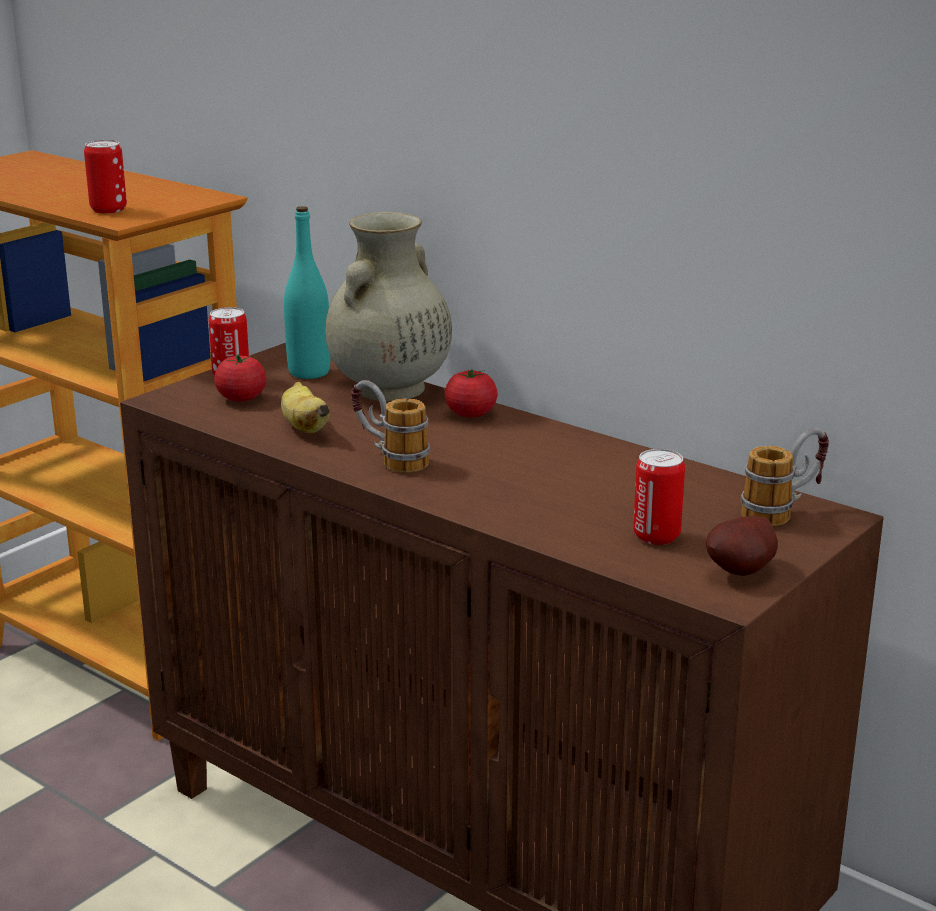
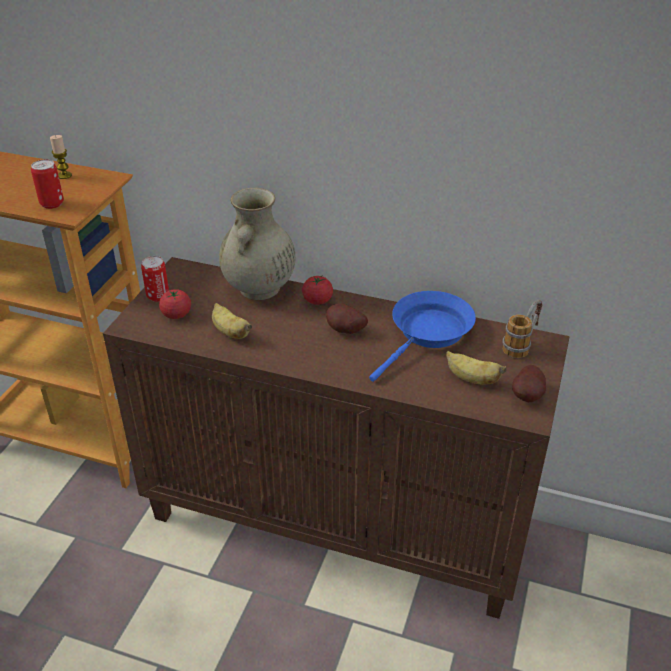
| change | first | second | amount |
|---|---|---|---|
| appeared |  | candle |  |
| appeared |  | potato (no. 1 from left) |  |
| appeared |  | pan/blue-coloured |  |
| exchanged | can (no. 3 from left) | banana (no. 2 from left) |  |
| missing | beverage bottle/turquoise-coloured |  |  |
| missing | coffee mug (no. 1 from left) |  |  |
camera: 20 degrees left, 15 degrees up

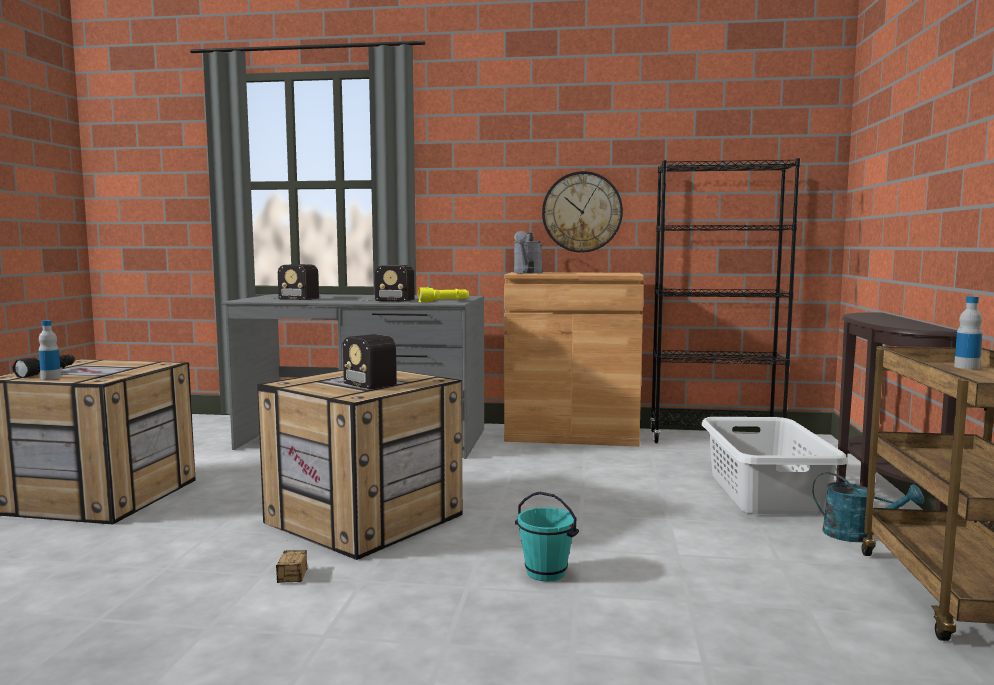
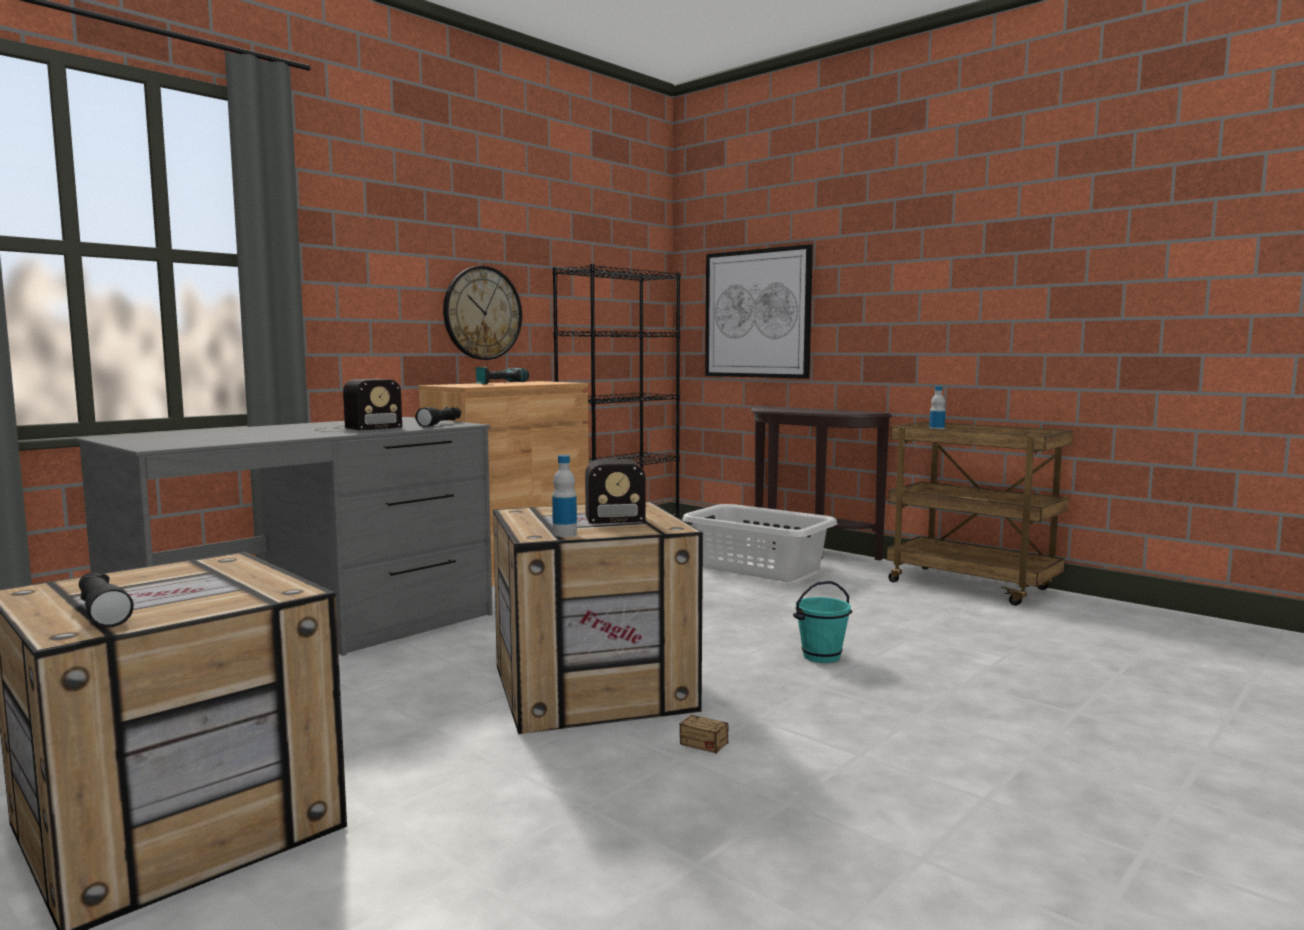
| change | first | second | amount |
|---|---|---|---|
| colour | hand torch/yellow | hand torch/black-coloured (no. 2 from left) |  |
| appeared |  | electric drill |  |
| relocated | beverage bottle (no. 1 from left) |  |  |
| appeared |  | wall picture |  |
| missing | radio receiver (no. 1 from left) |  |  |
| missing | watering can/grey |  |  |
| missing | watering can/turquoise-coloured |  |  |
camera: 55 degrees left, 0 degrees up

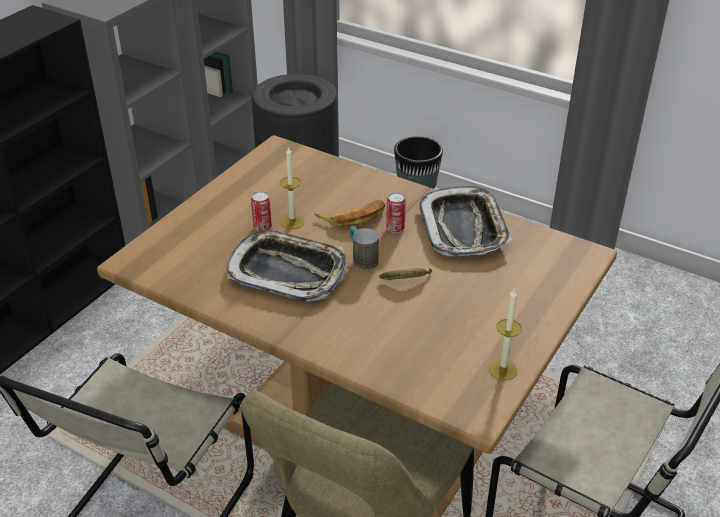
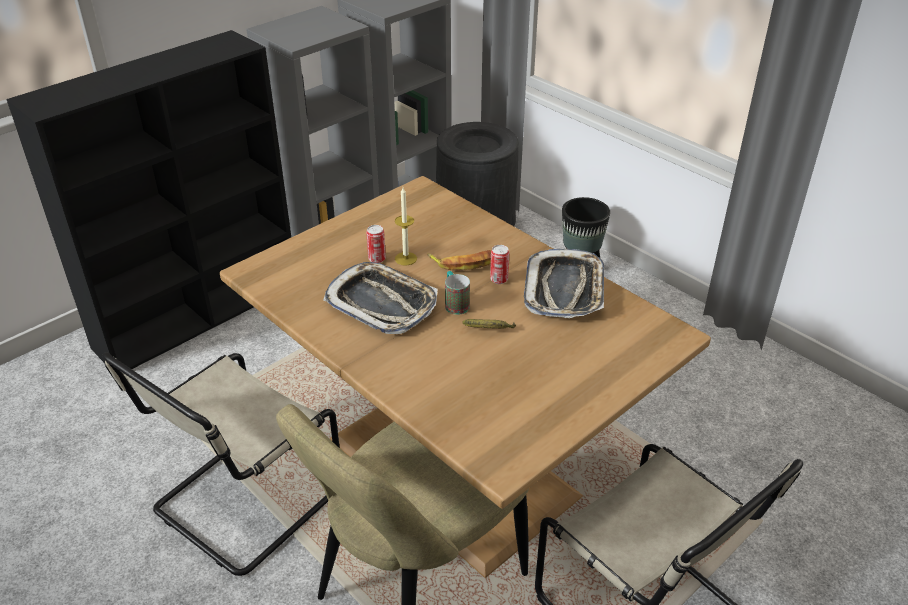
| change | first | second | amount |
|---|---|---|---|
| missing | candle (no. 2 from left) |  |  |
camera: 15 degrees right, 0 degrees up

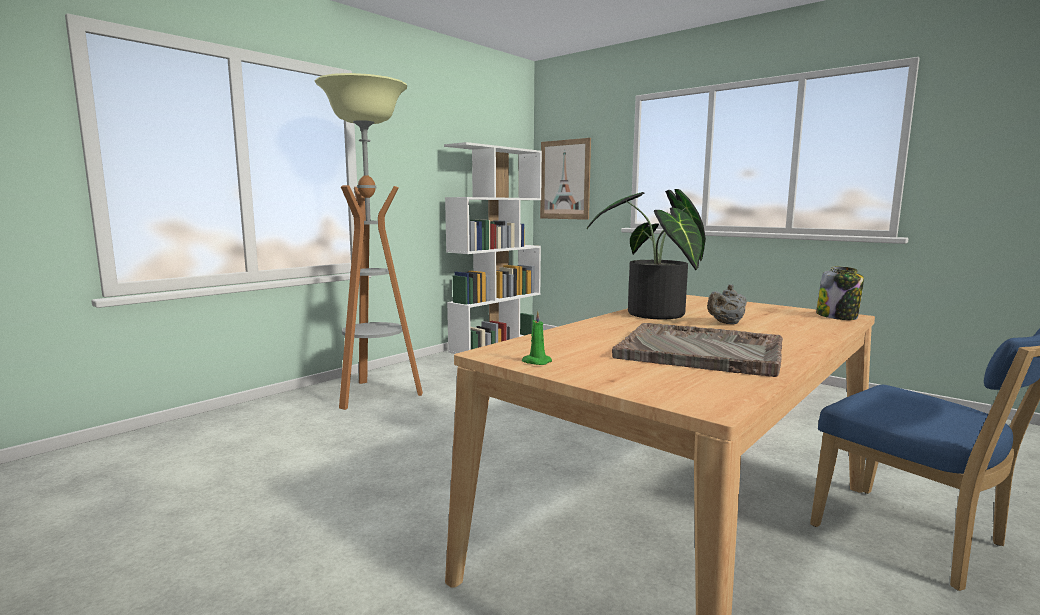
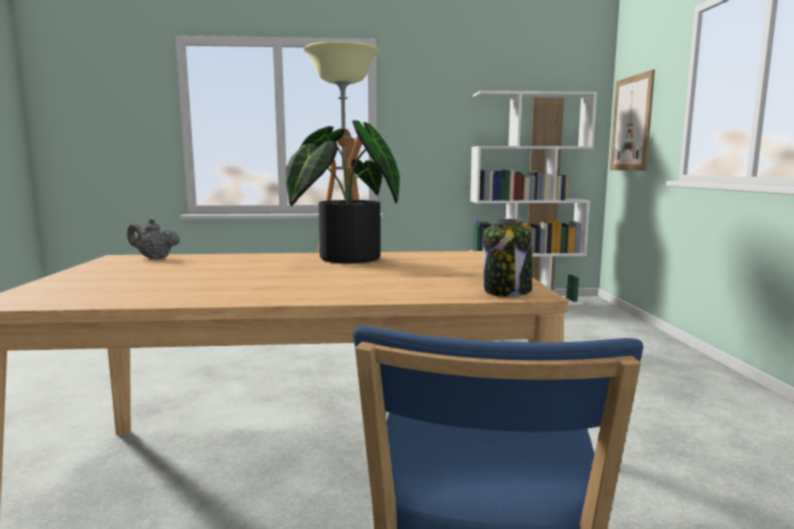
| change | first | second | amount |
|---|---|---|---|
| relocated | tea pot/grey |  |  |
| missing | candle/greenish |  |  |
| missing | tray/grey |  |  |
camera: 45 degrees right, 0 degrees up

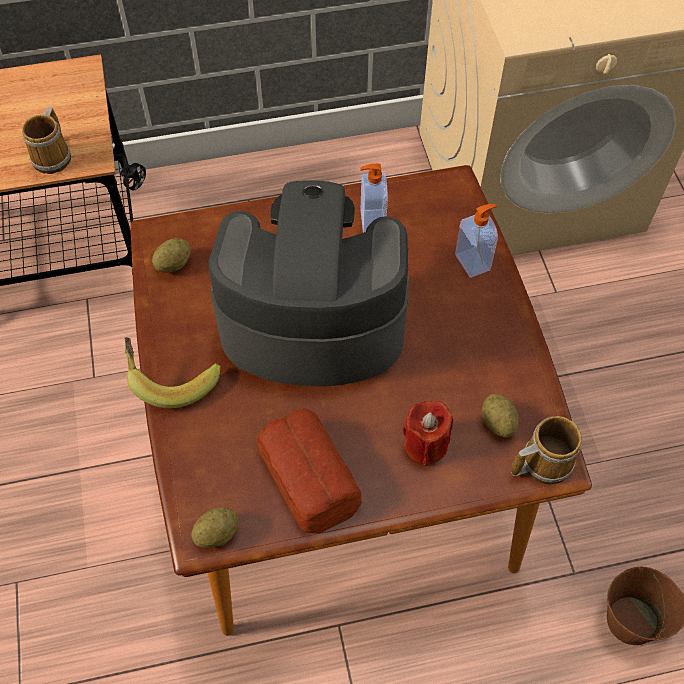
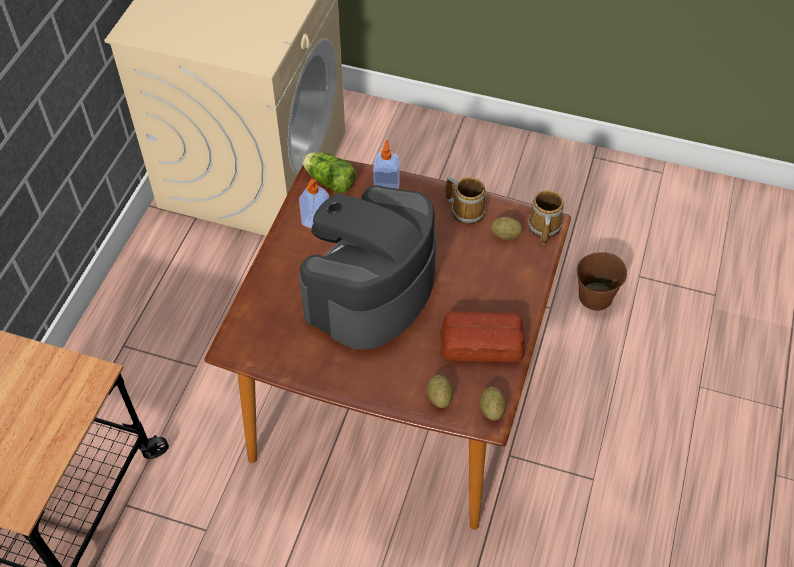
| change | first | second | amount |
|---|---|---|---|
| appeared |  | head of lettuce |  |
| relocated | potato (no. 1 from left) |  |  |
| relocated | coffee mug (no. 1 from left) |  |  |
| missing | banana |  |  |
| missing | candle/reddish |  |  |
camera: 60 degrees left, 5 degrees down

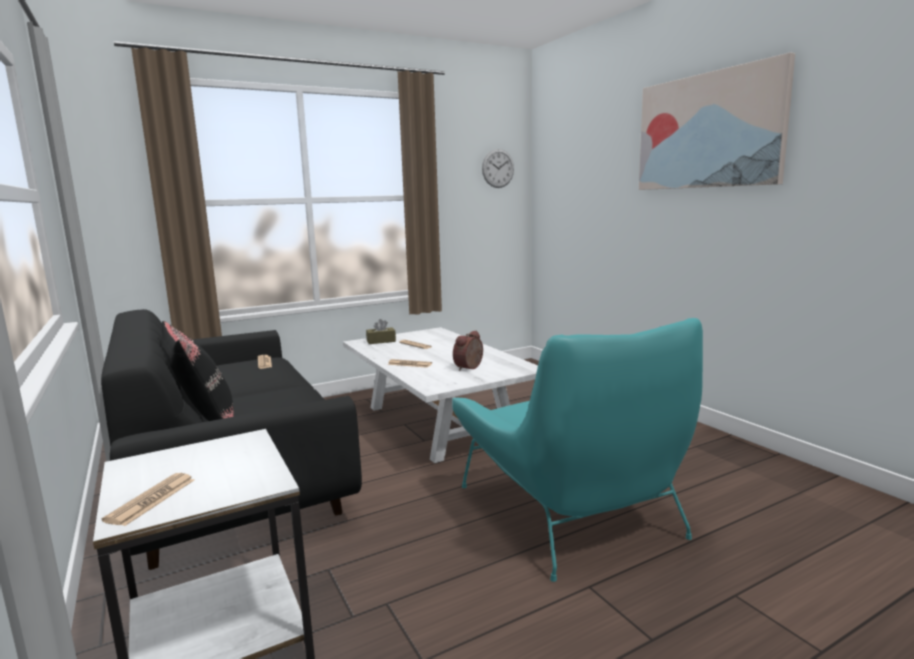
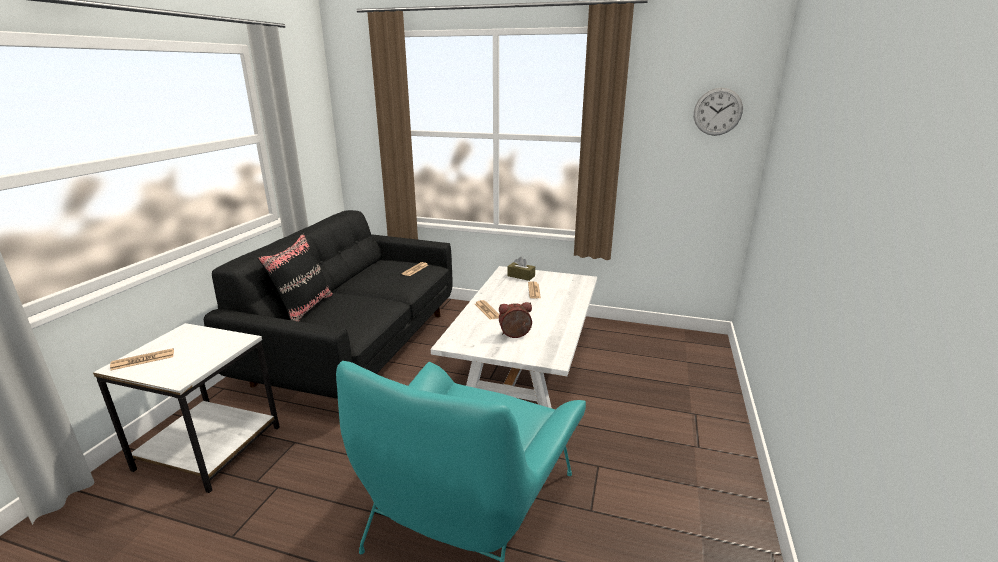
| change | first | second | amount |
|---|---|---|---|
| missing | wall picture |  |  |
camera: 45 degrees right, 10 degrees up

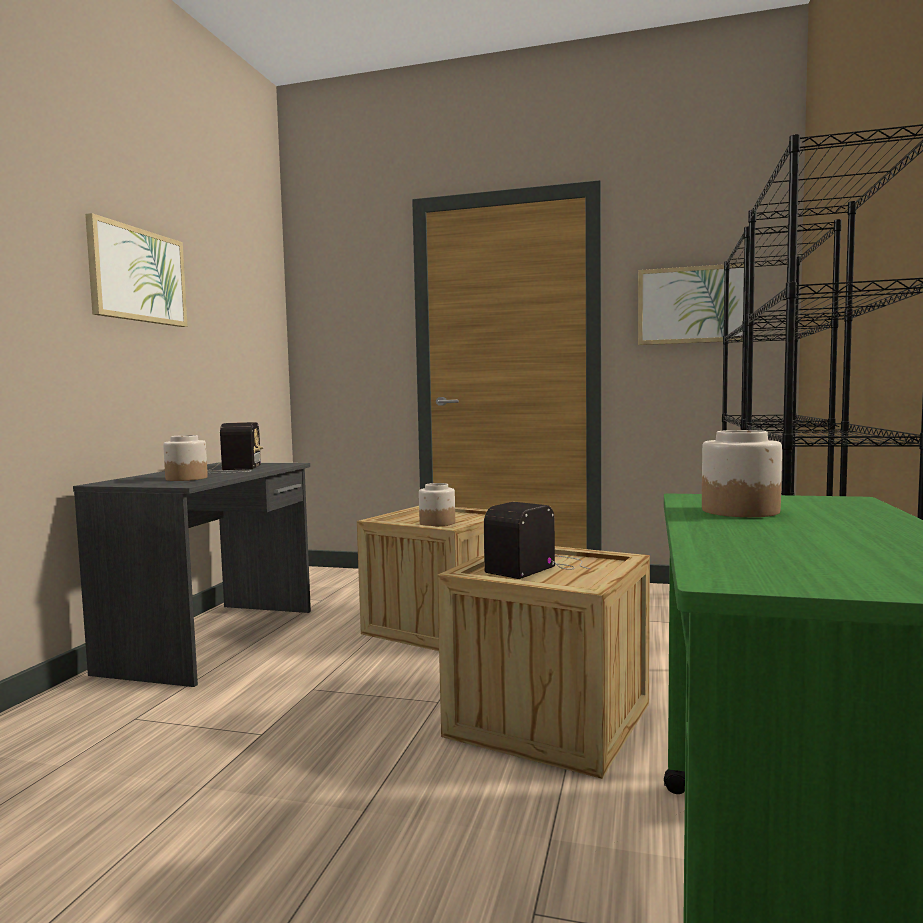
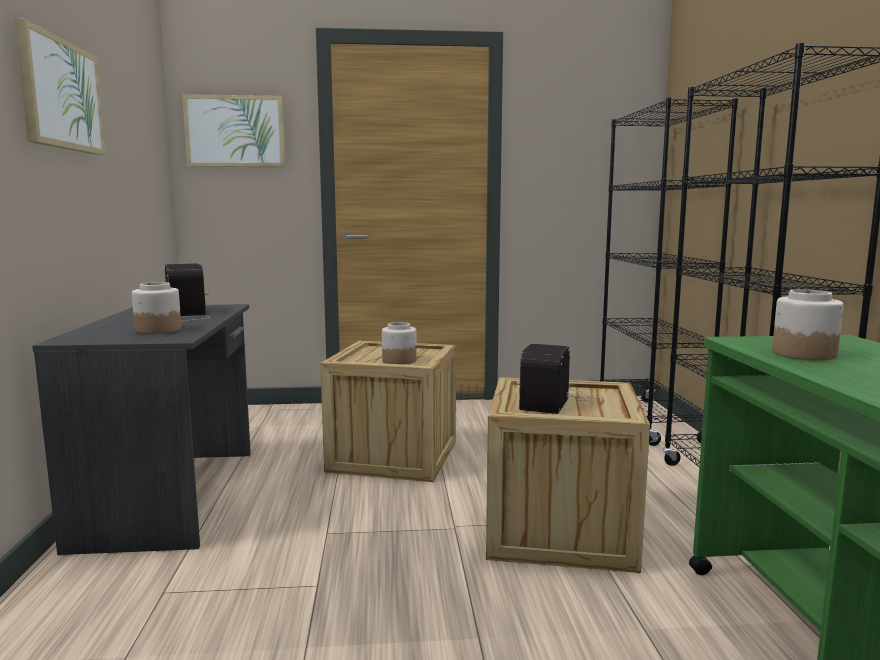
| change | first | second | amount |
|---|---|---|---|
| relocated | wall picture (no. 2 from left) |  |  |
camera: 20 degrees left, 5 degrees up

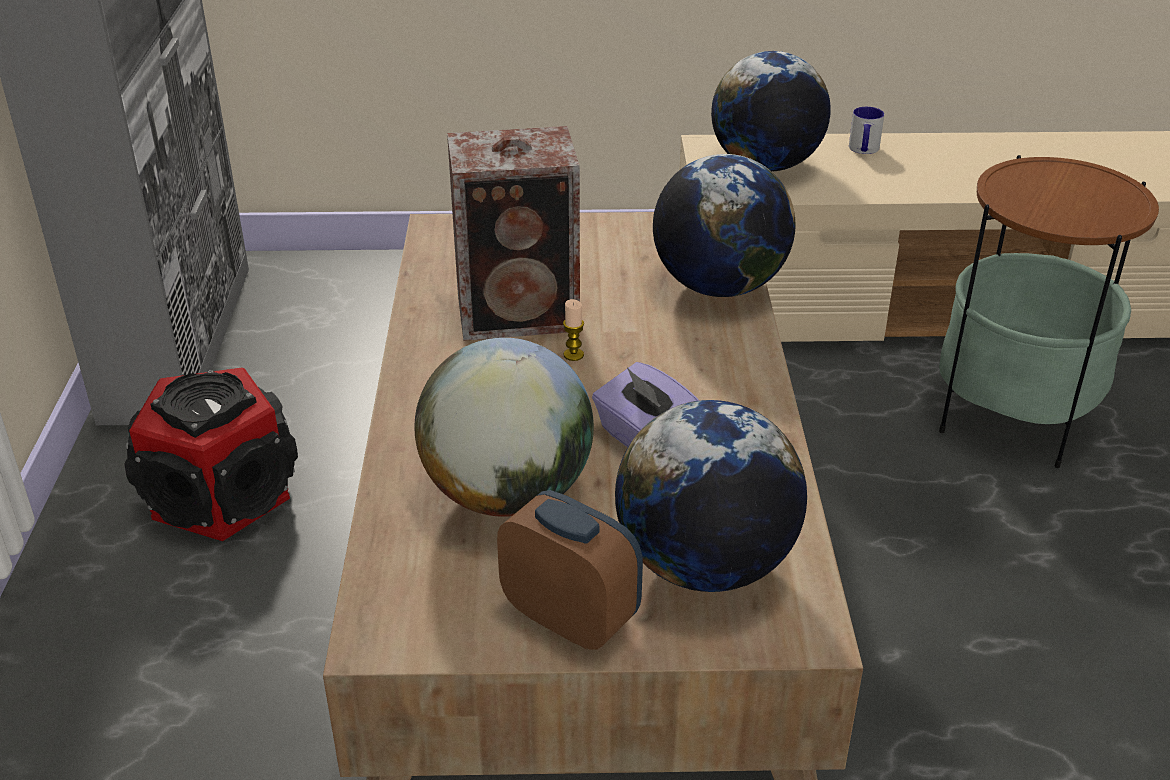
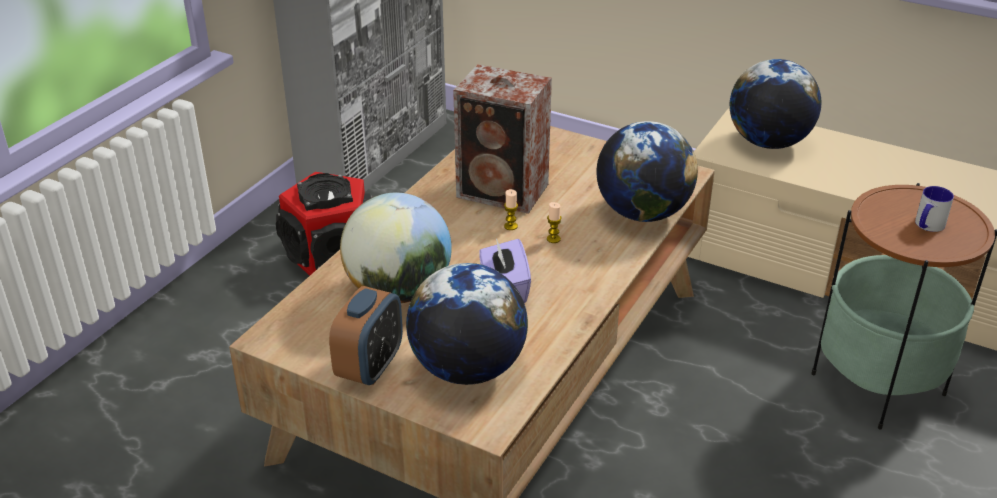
| change | first | second | amount |
|---|---|---|---|
| spun | bedside clock |  | 45 degrees clockwise |
| appeared |  | candle (no. 2 from left) |  |
| relocated | coffee mug |  |  |
camera: 30 degrees right, 0 degrees up

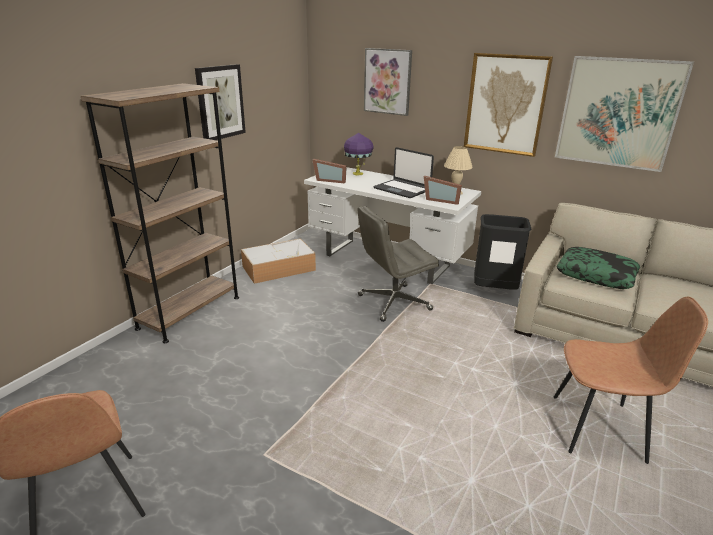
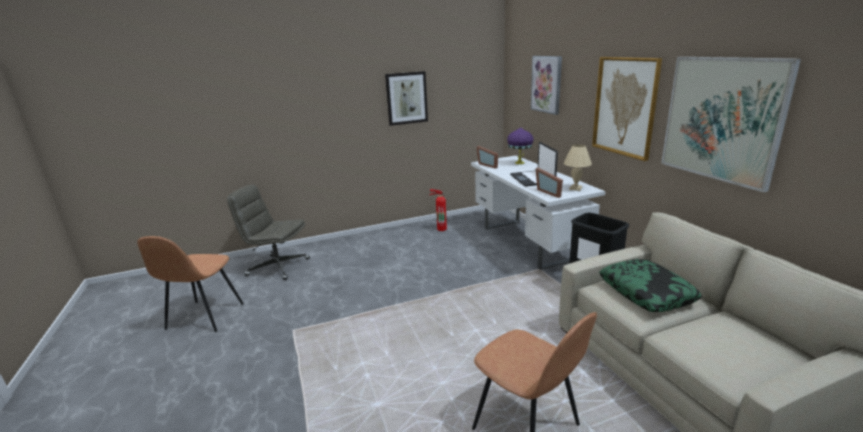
| change | first | second | amount |
|---|---|---|---|
| relocated | office chair/grey |  |  |
| exchanged | storage bin | extinguisher |  |
| missing | shelving unit/brown |  |  |
camera: 40 degrees right, 5 degrees down

